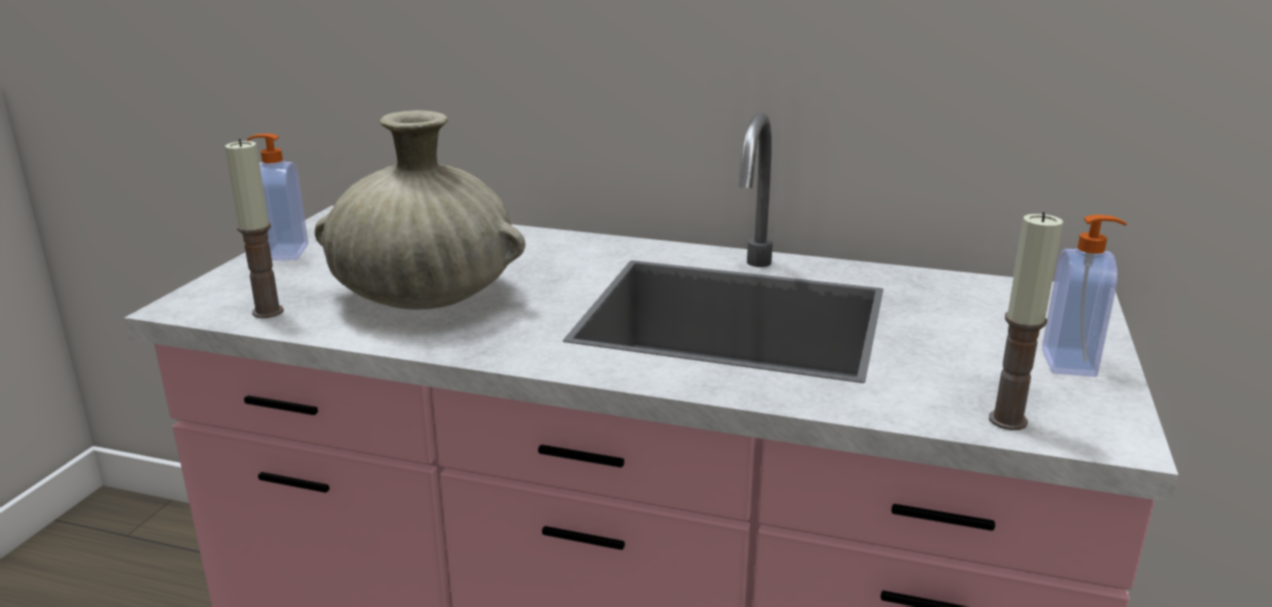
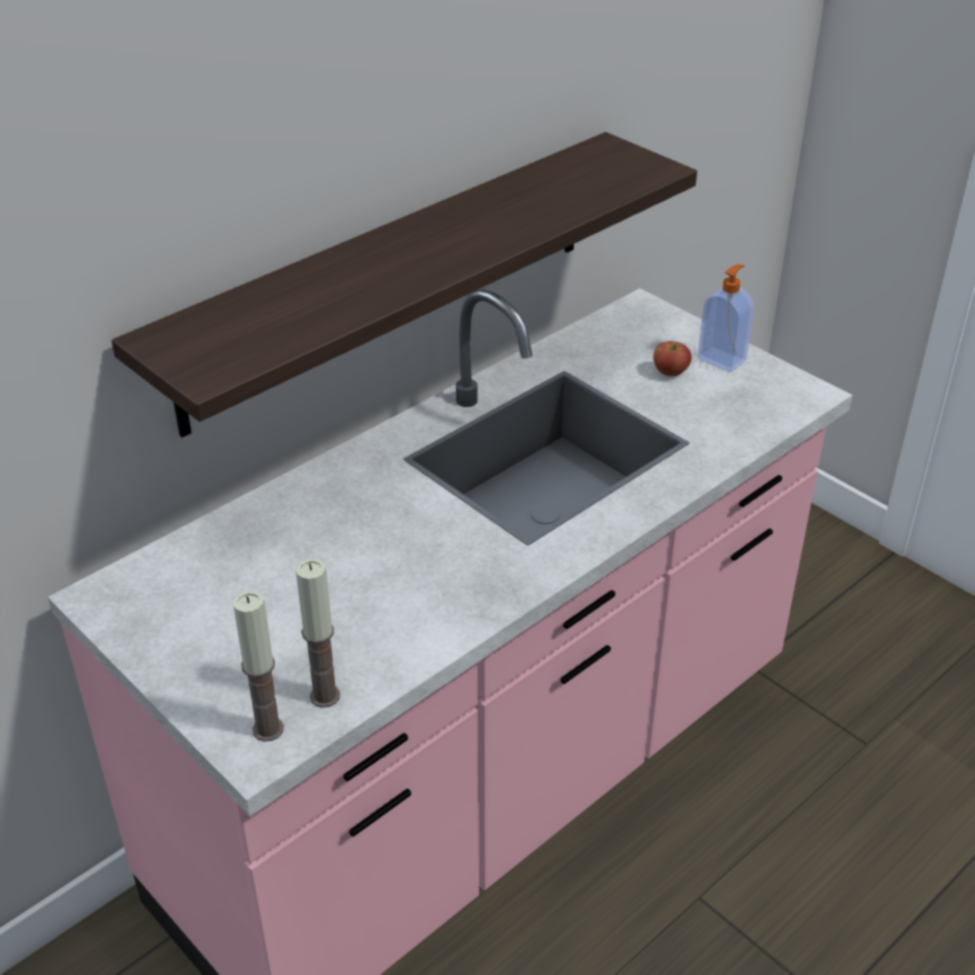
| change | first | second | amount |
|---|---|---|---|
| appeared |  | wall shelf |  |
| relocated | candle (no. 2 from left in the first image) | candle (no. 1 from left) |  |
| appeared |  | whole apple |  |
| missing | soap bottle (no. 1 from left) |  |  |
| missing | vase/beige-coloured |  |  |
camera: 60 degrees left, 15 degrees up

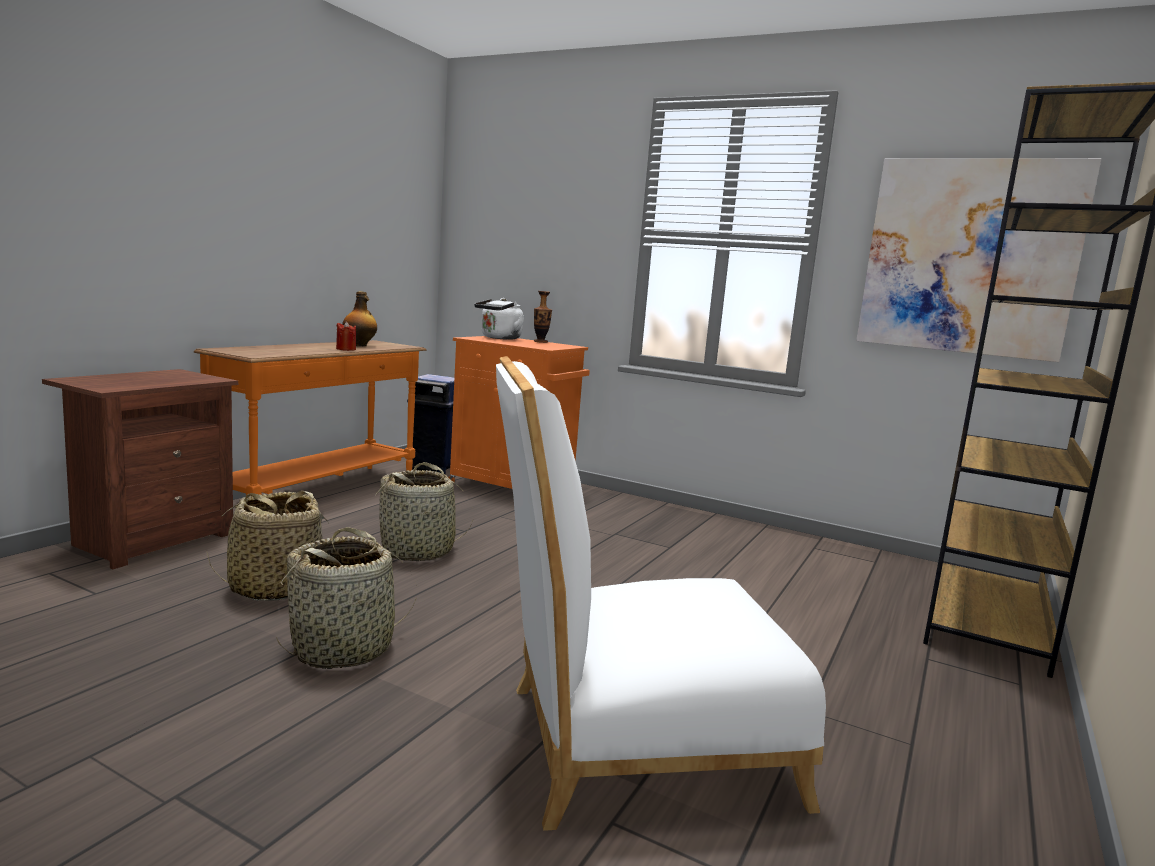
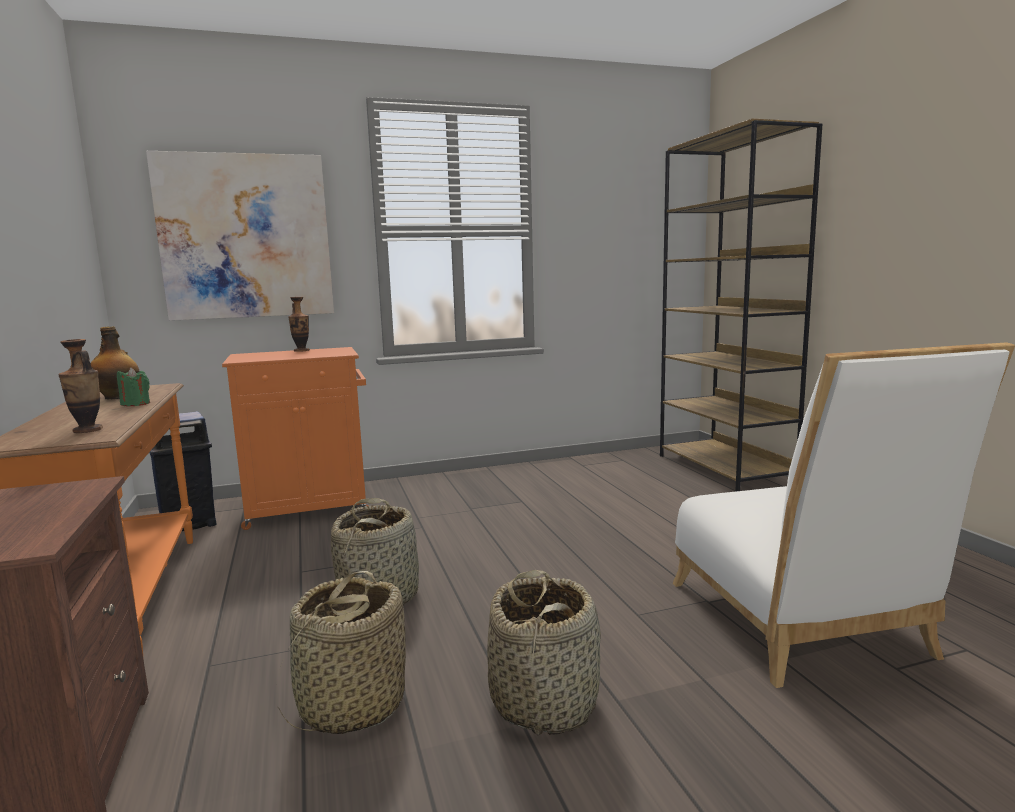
| change | first | second | amount |
|---|---|---|---|
| appeared |  | vase (no. 1 from left) |  |
| colour | candle/reddish | candle/greenish |  |
| relocated | wall picture |  |  |
| spun | plain chair/white |  | 45 degrees counterclockwise |
| missing | kettle/white |  |  |
camera: 45 degrees left, 0 degrees up

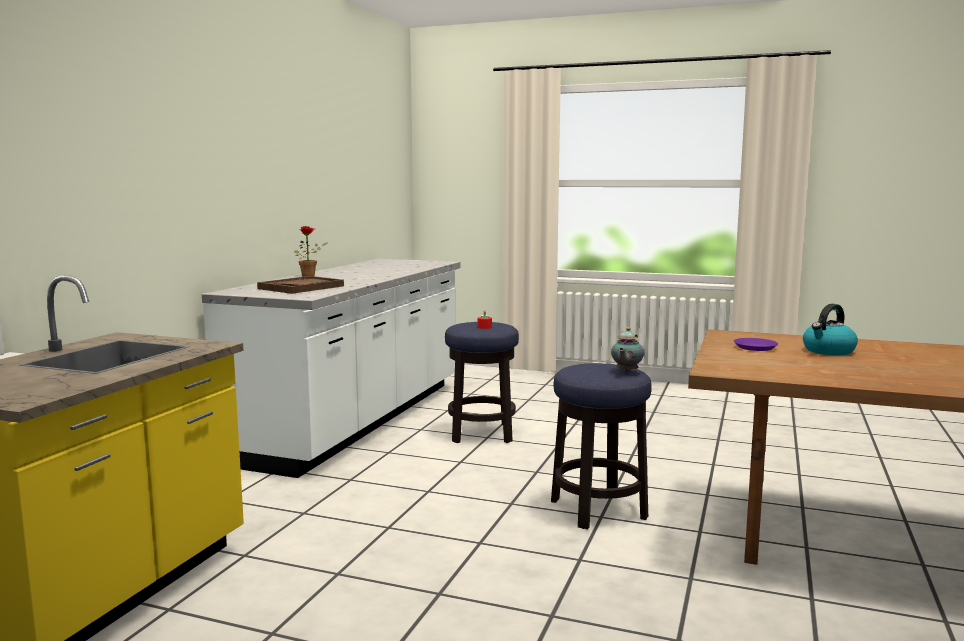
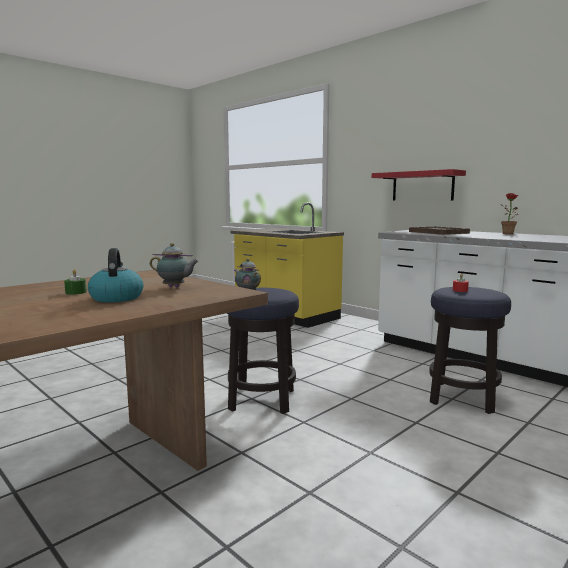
| change | first | second | amount |
|---|---|---|---|
| appeared |  | candle/greenish |  |
| exchanged | flat dish/purple | tea pot (no. 1 from left) |  |
| appeared |  | wall shelf/reddish |  |
camera: 115 degrees right, 0 degrees up

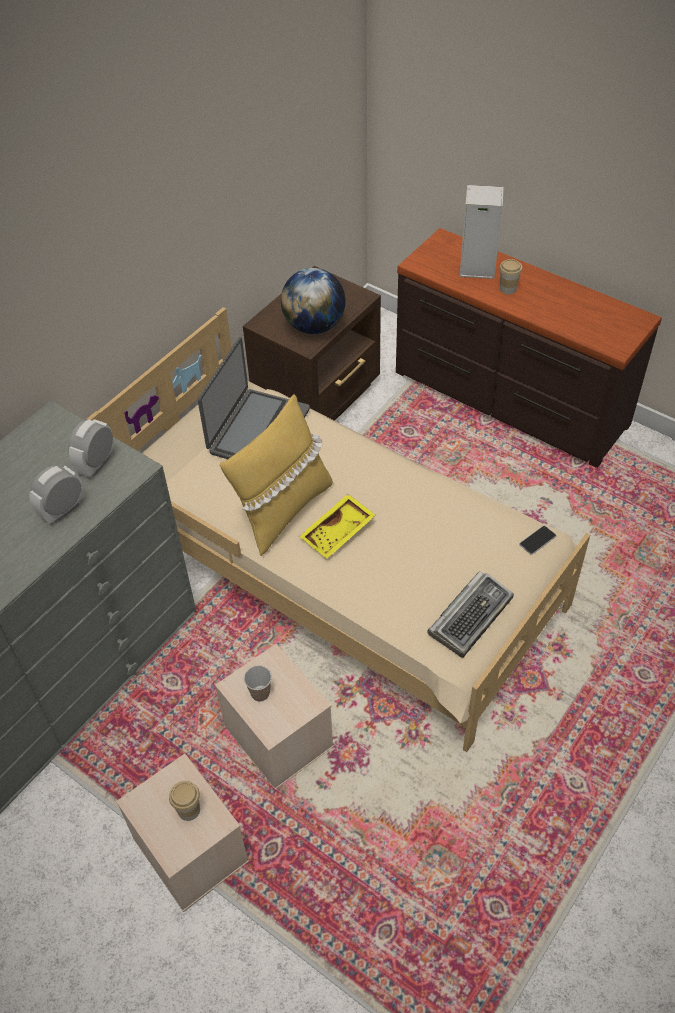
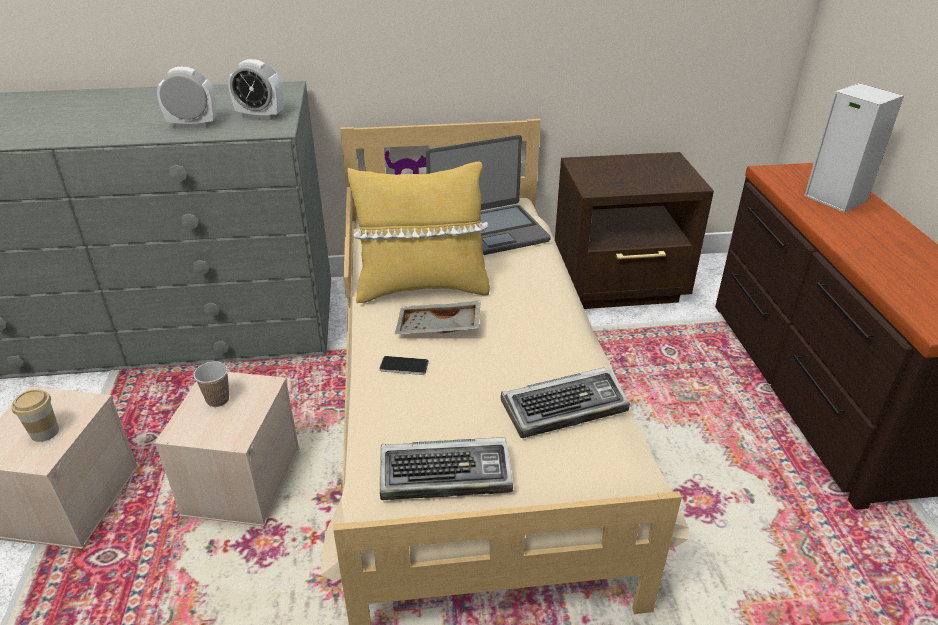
| change | first | second | amount |
|---|---|---|---|
| spun | bedside clock (no. 2 from left) |  | 150 degrees counterclockwise |
| relocated | telephone |  |  |
| colour | tray/yellow | tray/grey |  |
| appeared |  | computer keyboard (no. 2 from left) |  |
| missing | world globe |  |  |
| missing | cup (no. 3 from left) |  |  |
camera: 45 degrees right, 15 degrees down

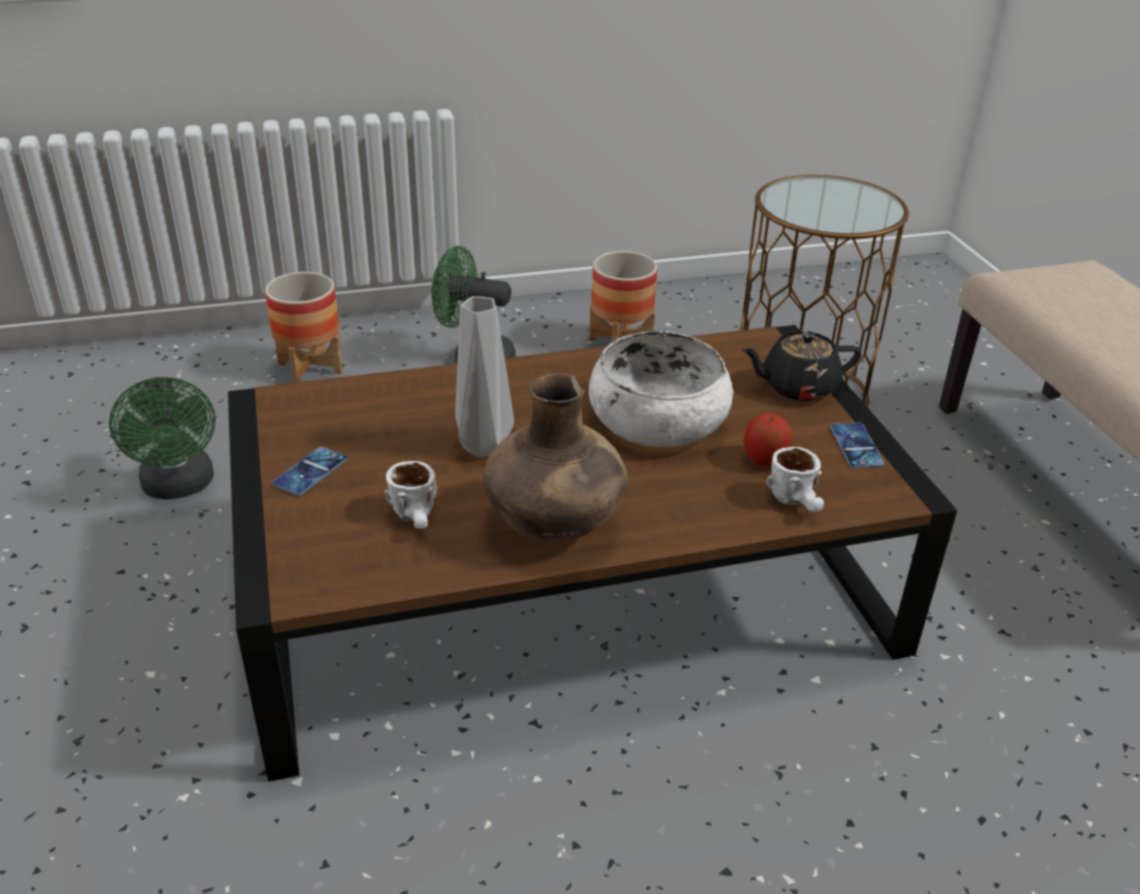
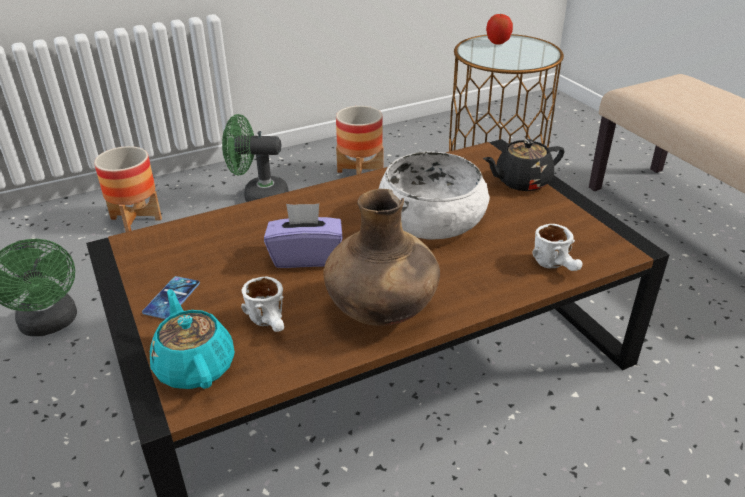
| change | first | second | amount |
|---|---|---|---|
| appeared |  | tea pot/turquoise-coloured |  |
| exchanged | vase/grey | tissue box/purple |  |
| relocated | whole apple |  |  |
| missing | telephone (no. 2 from left) |  |  |
camera: 10 degrees left, 0 degrees up

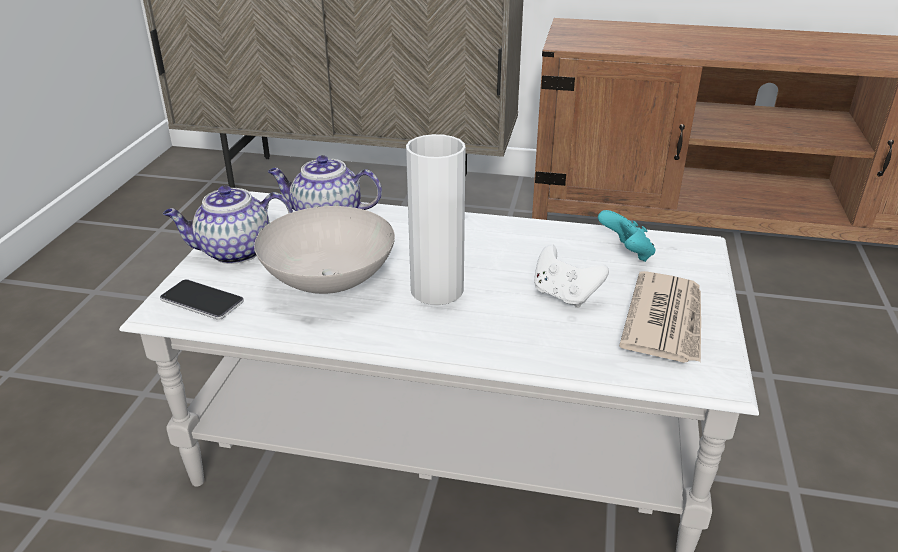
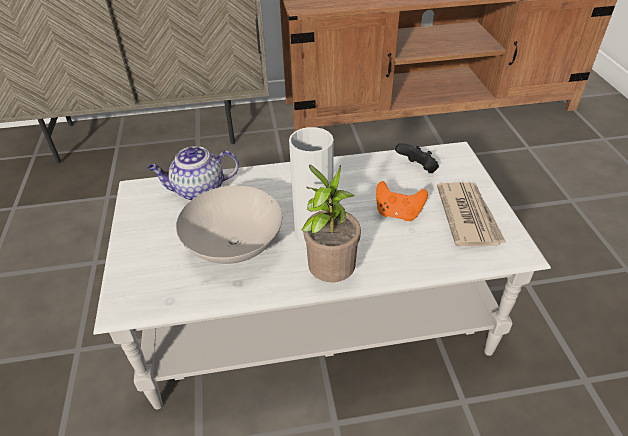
| change | first | second | amount |
|---|---|---|---|
| appeared |  | potted plant |  |
| colour | game controller/white | game controller/orangey |  |
| colour | game controller/turquoise-coloured | game controller/black-coloured |  |
| missing | telephone |  |  |
| missing | tea pot (no. 1 from left) |  |  |
camera: 20 degrees left, 10 degrees up

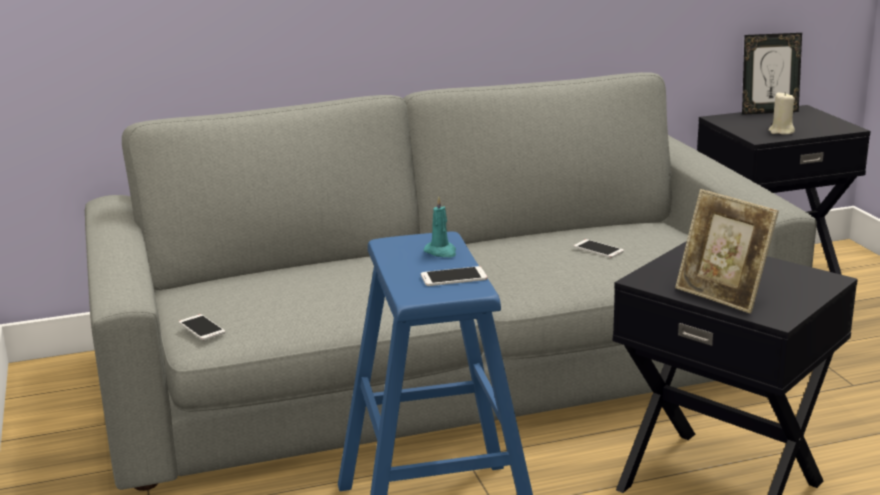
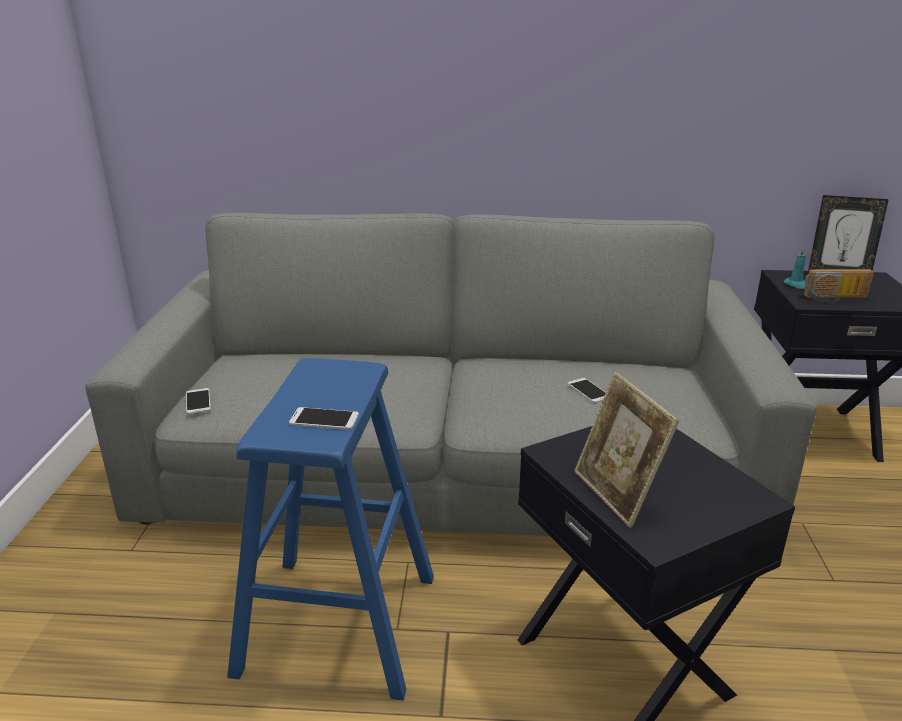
| change | first | second | amount |
|---|---|---|---|
| relocated | candle/turquoise-coloured |  |  |
| exchanged | candle/beige-coloured | radio receiver |  |
camera: 20 degrees right, 5 degrees up

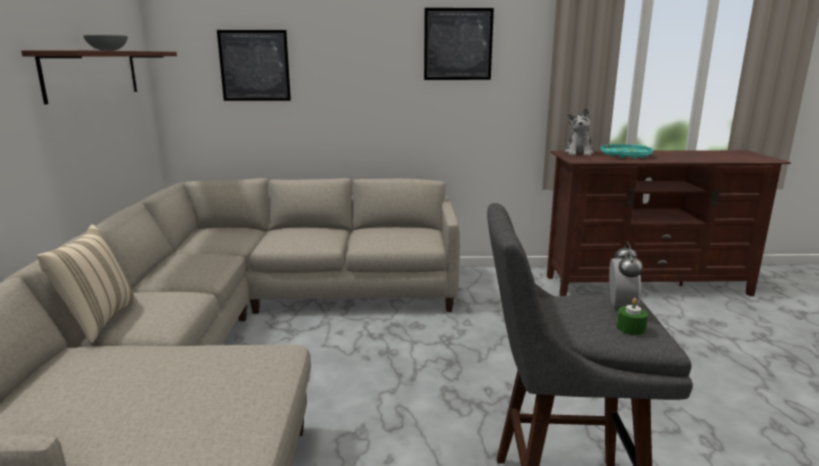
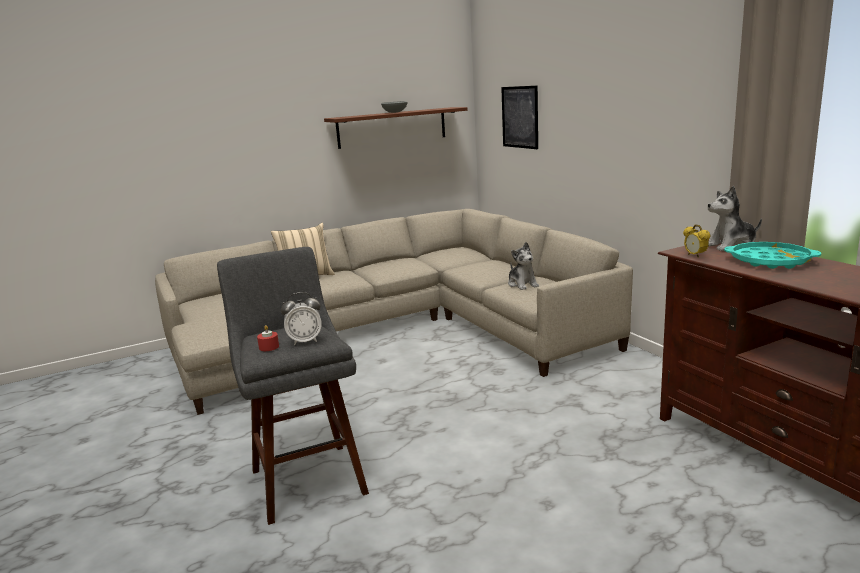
| change | first | second | amount |
|---|---|---|---|
| colour | candle/greenish | candle/reddish |  |
| appeared |  | cuddly toy (no. 1 from left) |  |
| appeared |  | bedside clock (no. 2 from left) |  |
| missing | wall picture (no. 2 from left) |  |  |
camera: 65 degrees right, 0 degrees up

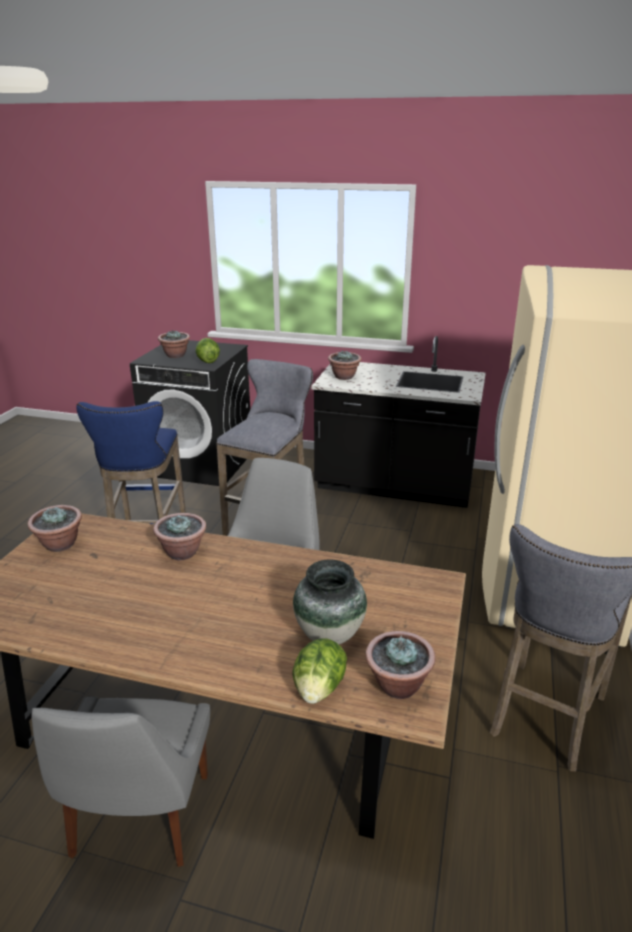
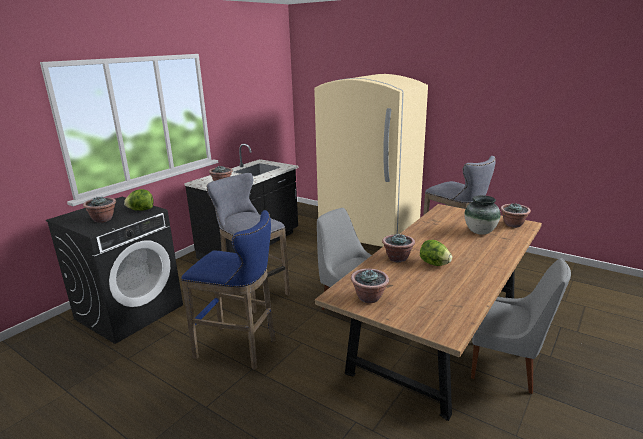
| change | first | second | amount |
|---|---|---|---|
| relocated | head of lettuce (no. 2 from left) |  |  |
camera: 70 degrees left, 5 degrees down

